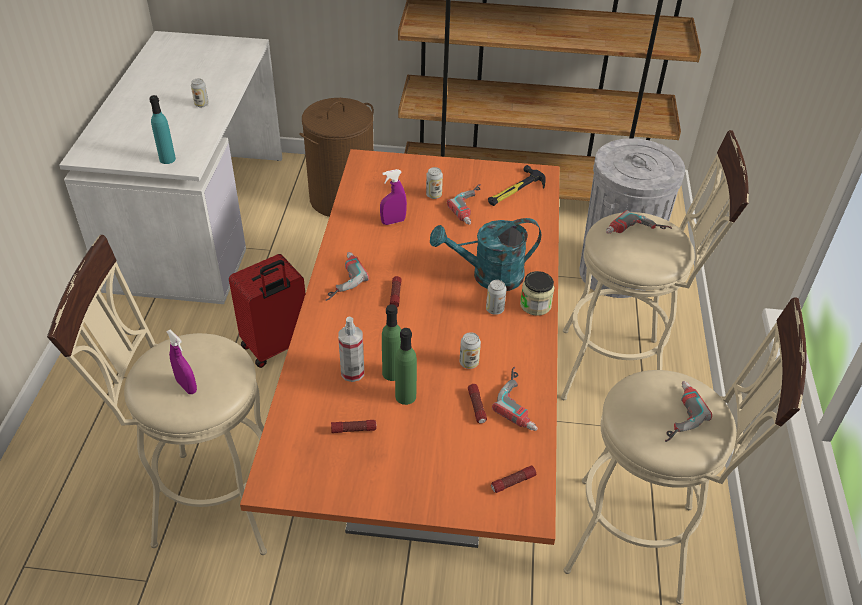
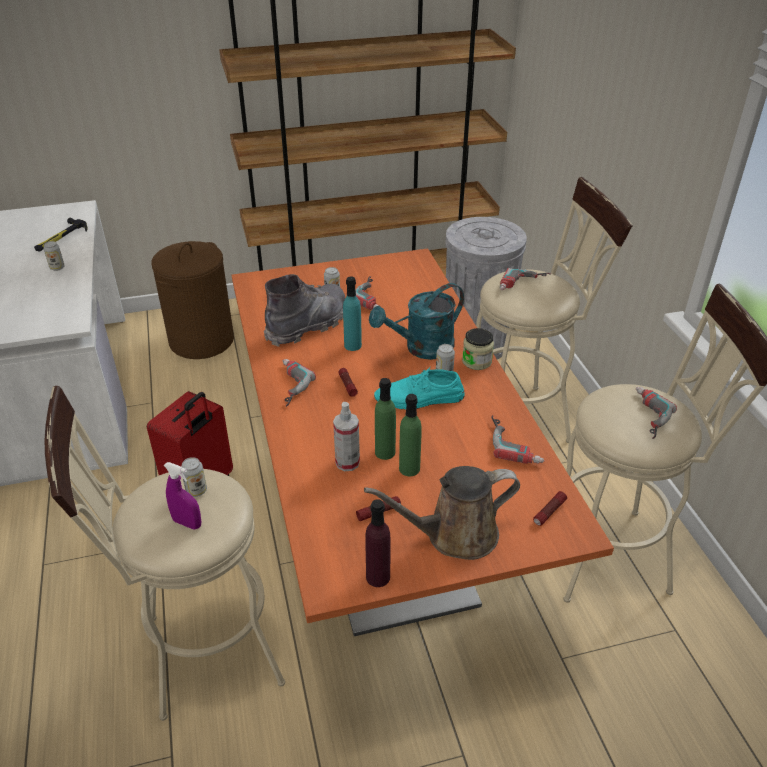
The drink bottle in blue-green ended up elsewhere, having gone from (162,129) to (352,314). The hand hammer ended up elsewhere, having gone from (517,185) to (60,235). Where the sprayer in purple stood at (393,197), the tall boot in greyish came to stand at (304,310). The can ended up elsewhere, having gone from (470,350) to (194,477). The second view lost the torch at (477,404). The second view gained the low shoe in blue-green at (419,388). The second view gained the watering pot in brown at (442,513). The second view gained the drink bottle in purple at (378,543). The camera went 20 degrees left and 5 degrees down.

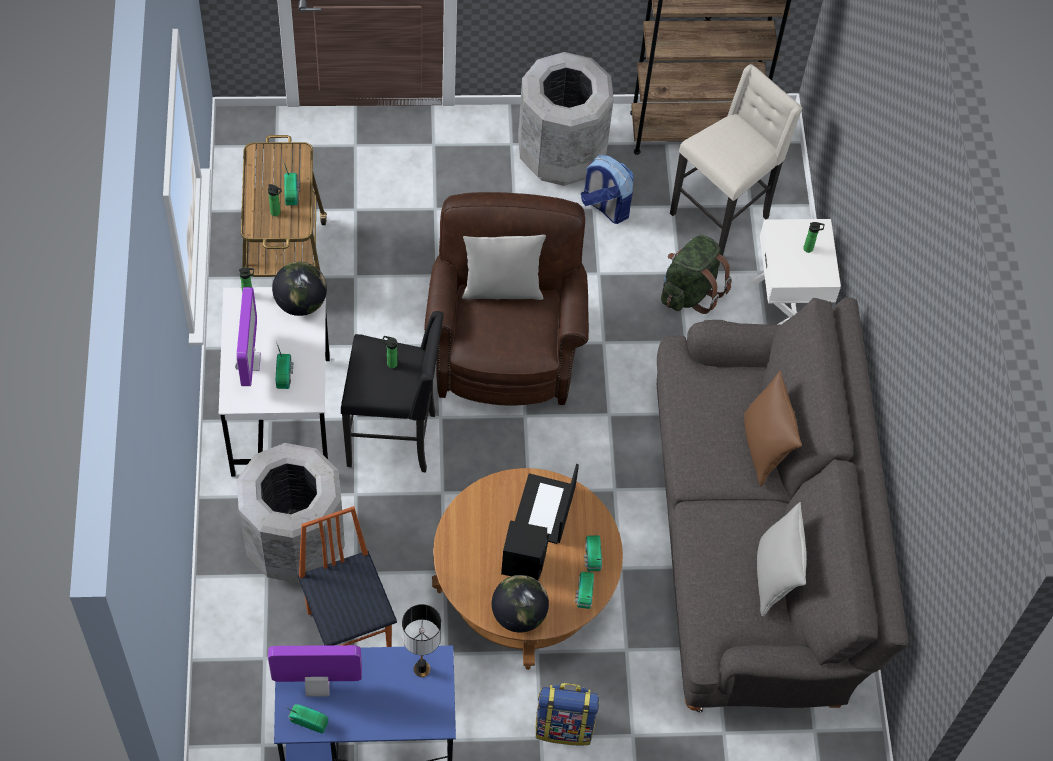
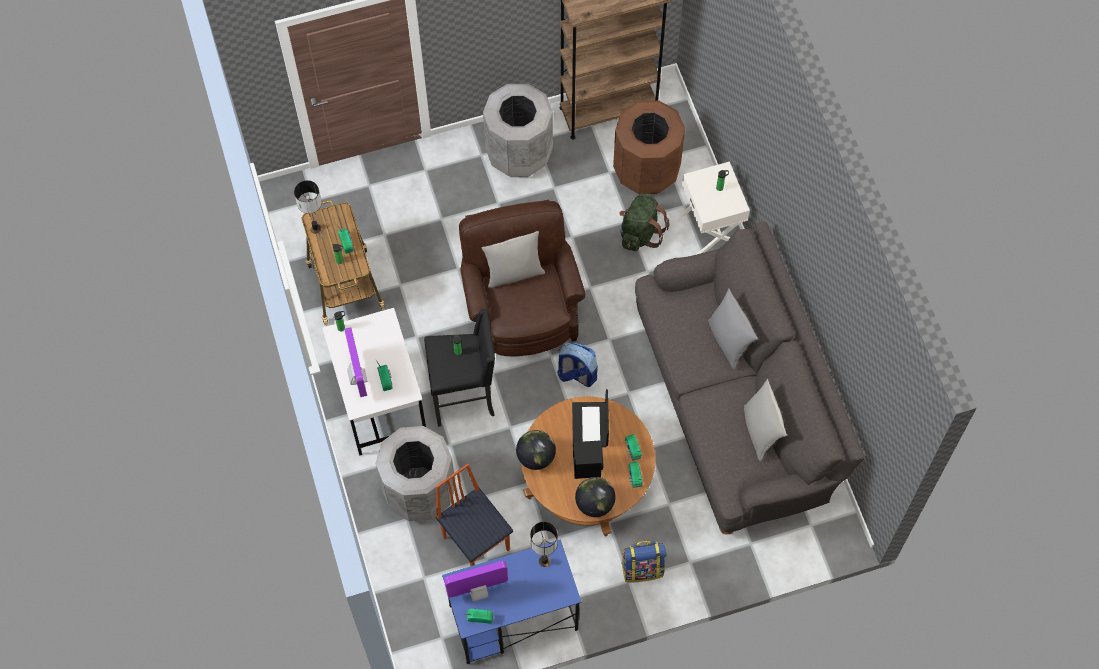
Where the stool seat in beige stood at (736,160), the trash can in brown came to stand at (649,147). The backpack ended up elsewhere, having gone from (607,189) to (577,365). The world globe ended up elsewhere, having gone from (299,289) to (536,450). What was the cushion in brown at (773,428) turned into the cushion in greyish at (733,329). The second view gained the lamp for a table at (308,207). The camera went 10 degrees left and 5 degrees up.

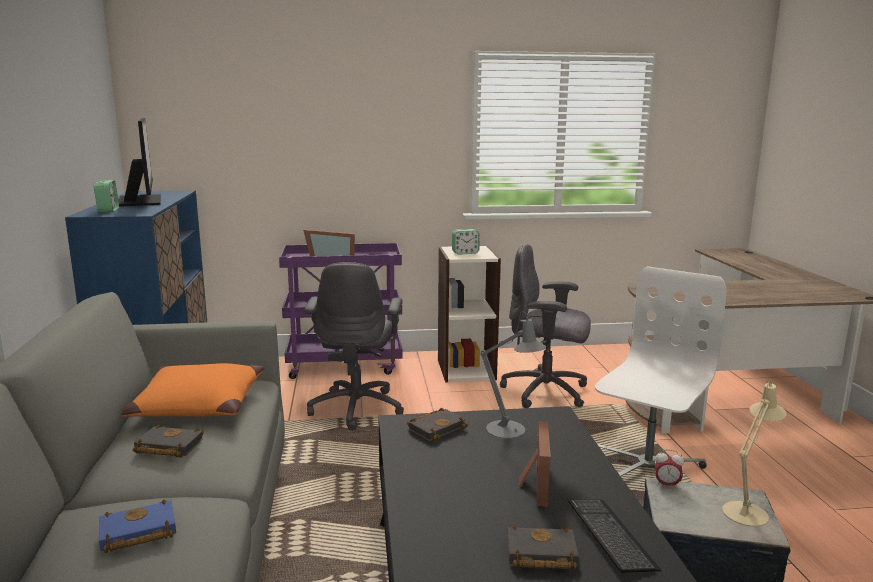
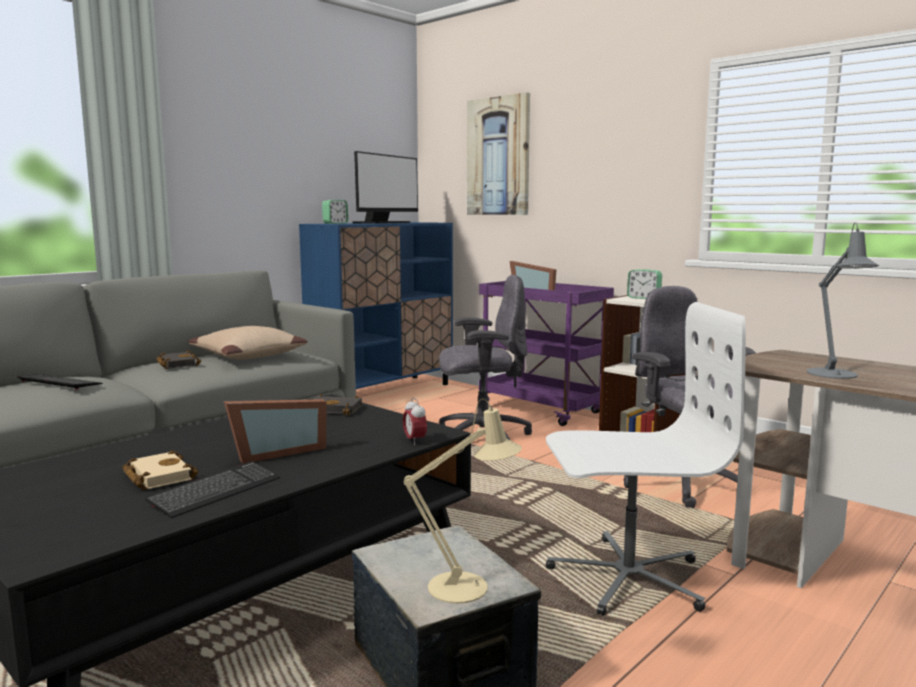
The desk chair in greyish at (354,346) ended up facing another way, 150 degrees counterclockwise from before. The lamp for a table in greyish ended up elsewhere, having gone from (513,375) to (842,301). What was the cushion in orange-coloured at (192,390) turned into the cushion in beige at (248,342). The bedside clock ended up elsewhere, having gone from (669,469) to (415,421). Where the book in blue-coloured stood at (137,526), the keyboard came to stand at (60,382). What was the book in black at (543,547) turned into the book in beige at (160,470). The second view gained the picture at (498,153). The camera went 50 degrees right and 5 degrees down.

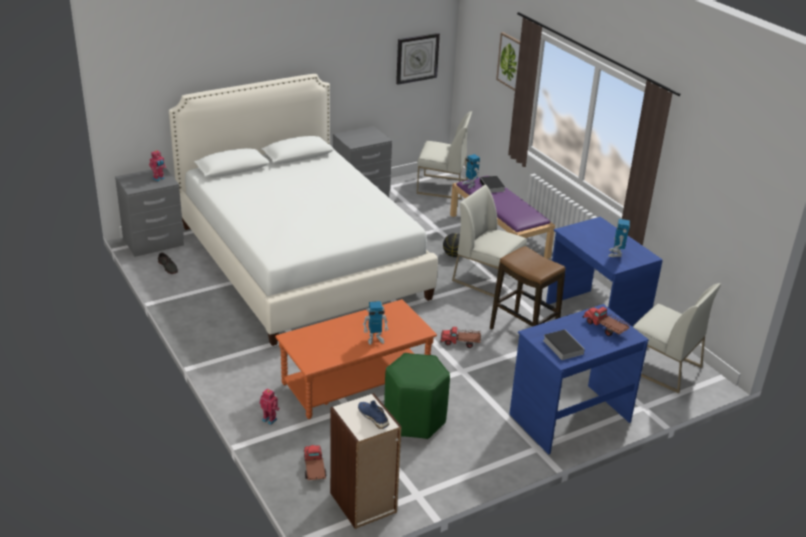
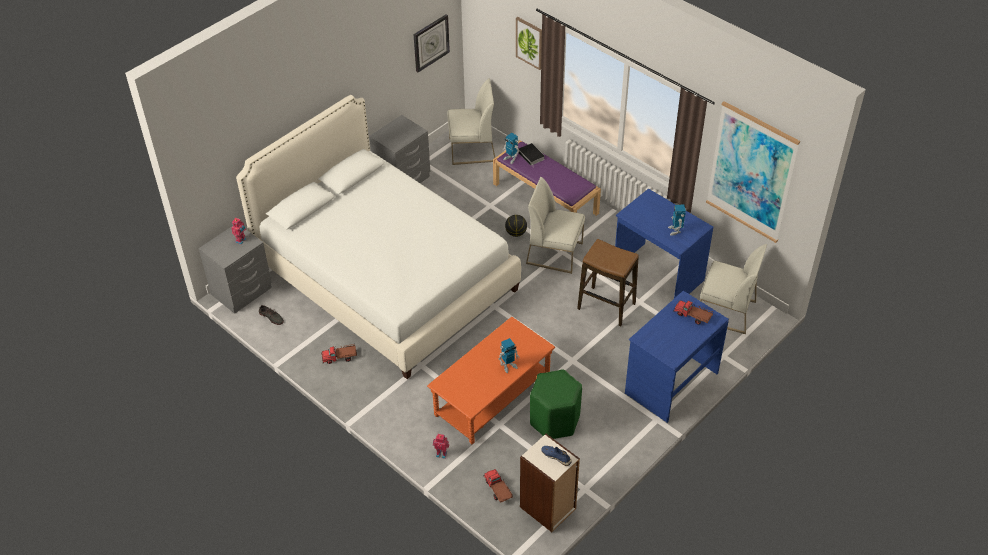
The toy truck ended up elsewhere, having gone from (461,337) to (339,354). The second view lost the book at (564,345). The second view gained the picture at (753,172). The camera went 15 degrees left and 15 degrees up.

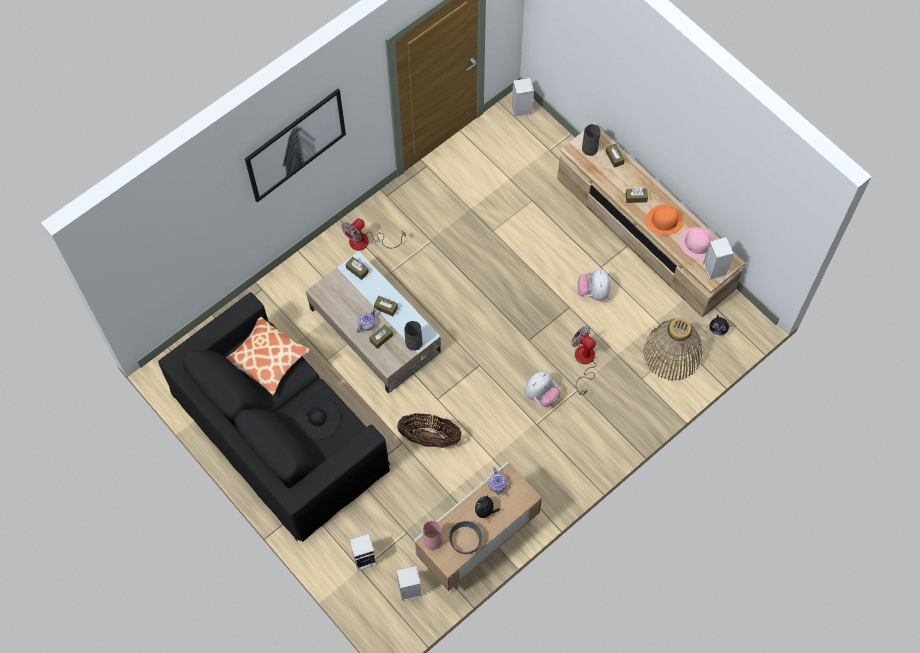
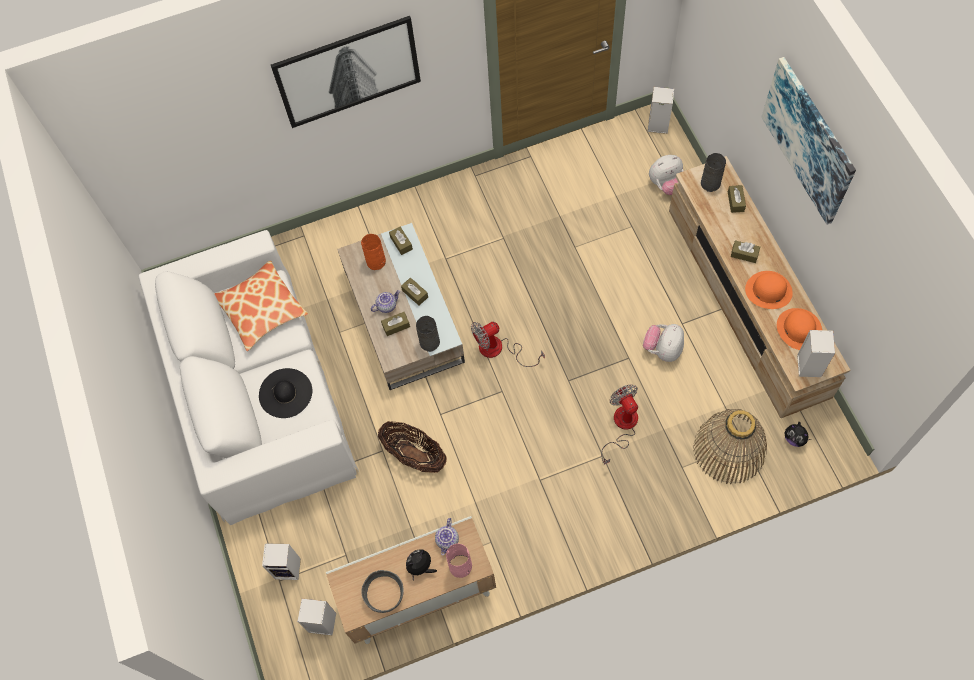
The electric fan ended up elsewhere, having gone from (374,234) to (508,344). What was the wearable hat in pink at (697,243) turned into the wearable hat in orange-coloured at (799,329). What was the settee in black at (274,417) turned into the settee in white-coloured at (249,377). The cuddly toy ended up elsewhere, having gone from (542,389) to (666,175). The vase in pink ended up elsewhere, having gone from (432,535) to (459,561). The second view gained the picture at (809,141). The second view gained the vase in orange-coloured at (373,252). The camera went 25 degrees right and 0 degrees up.

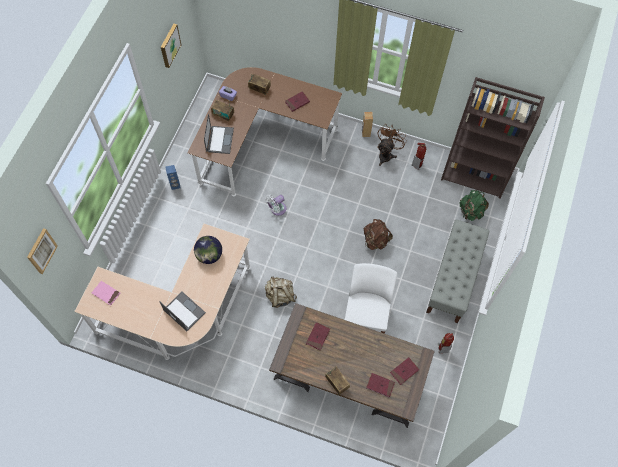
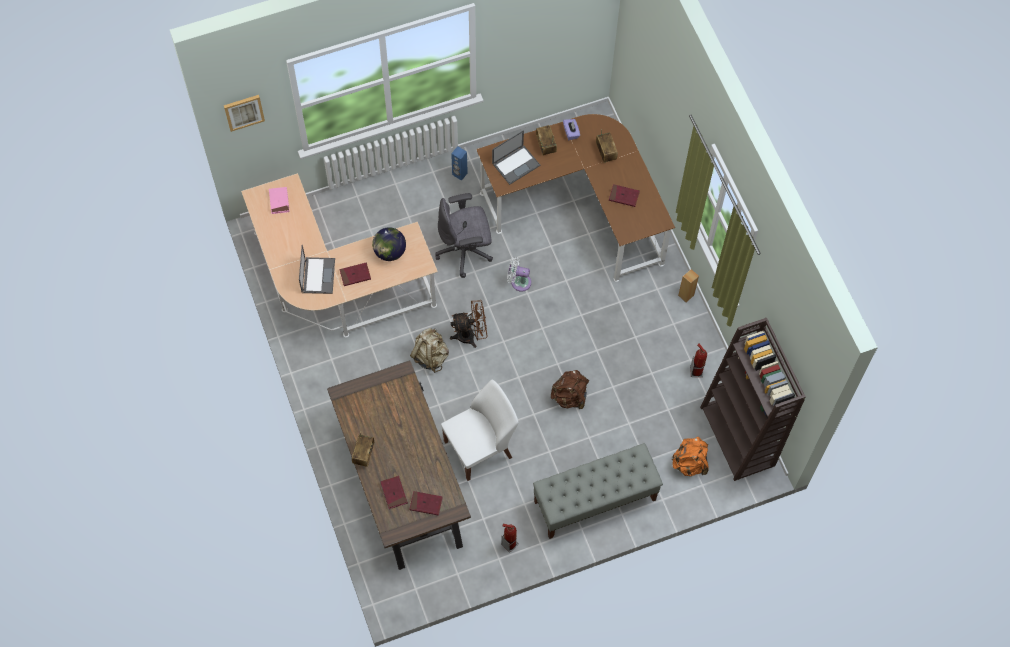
The second view lost the picture at (171,46). The electric fan in brown ended up elsewhere, having gone from (392,145) to (469,324). What was the backpack in green at (474,205) turned into the backpack in orange-coloured at (690,456). The book in red ended up elsewhere, having gone from (318,336) to (355,274). The second view gained the desk chair in greyish at (464,235). The camera went 50 degrees right and 0 degrees up.

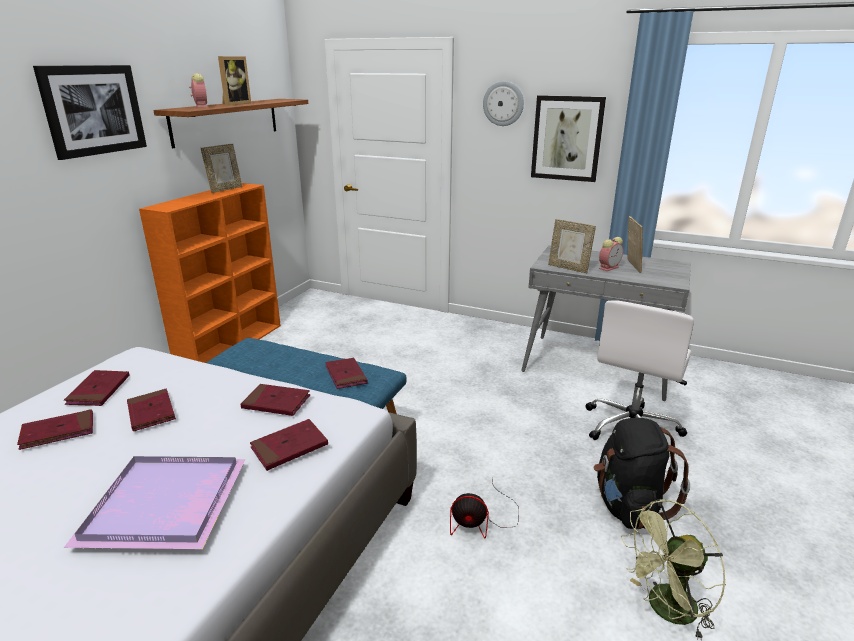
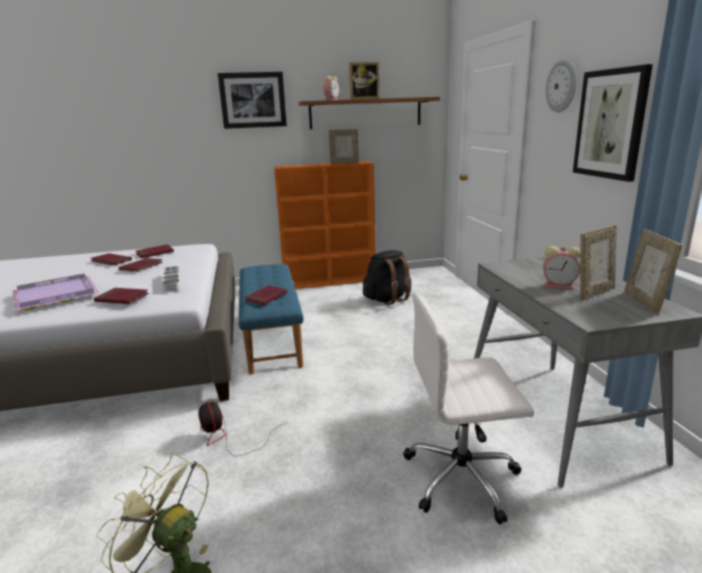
The photo frame ended up elsewhere, having gone from (572,246) to (653,272). Where the book in red stood at (275,400), the serving tray in white-coloured came to stand at (171,279). The backpack in black ended up elsewhere, having gone from (642,474) to (387,277). The camera went 55 degrees right and 5 degrees down.

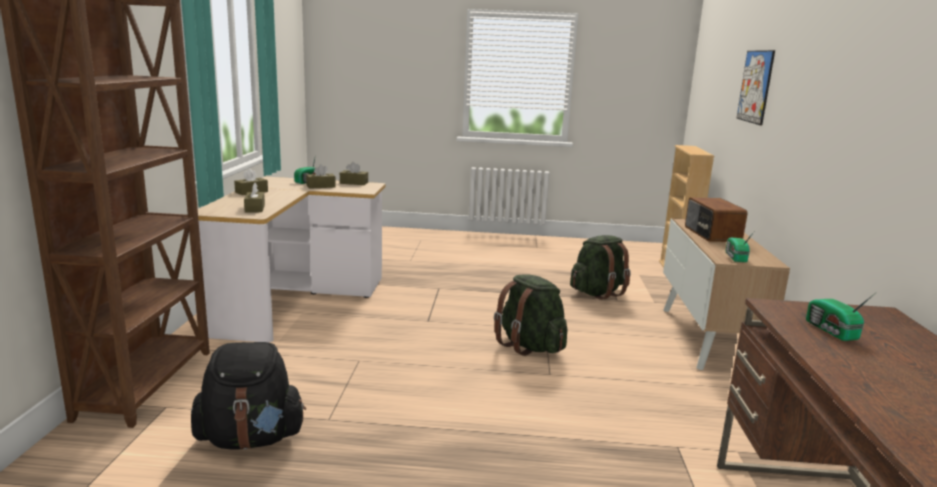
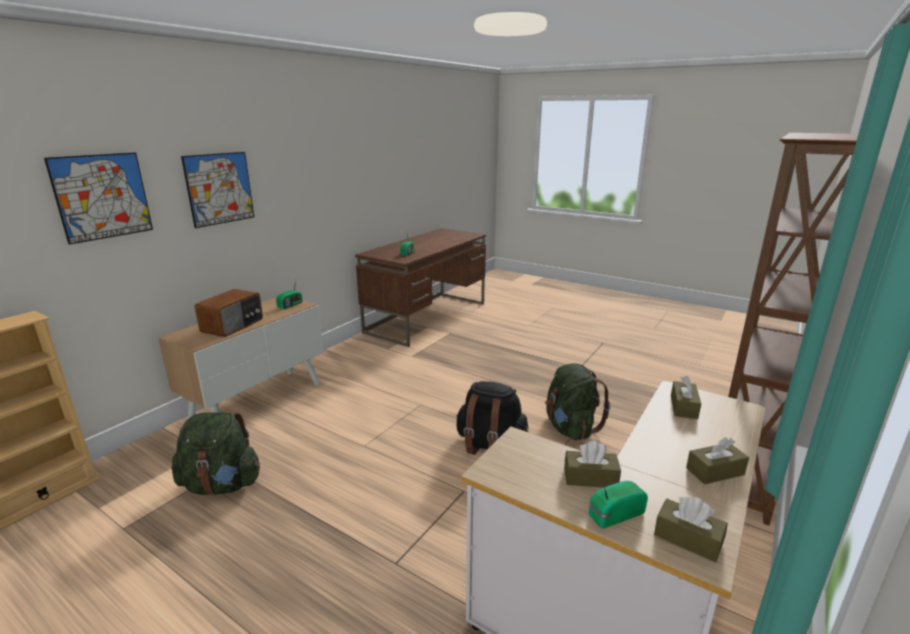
The tissue holder in brown ended up elsewhere, having gone from (354,173) to (691,529). The backpack in green ended up elsewhere, having gone from (530,315) to (577,401). The backpack in black ended up elsewhere, having gone from (248,395) to (492,418). The second view gained the picture at (217,190). The camera went 150 degrees left and 5 degrees up.

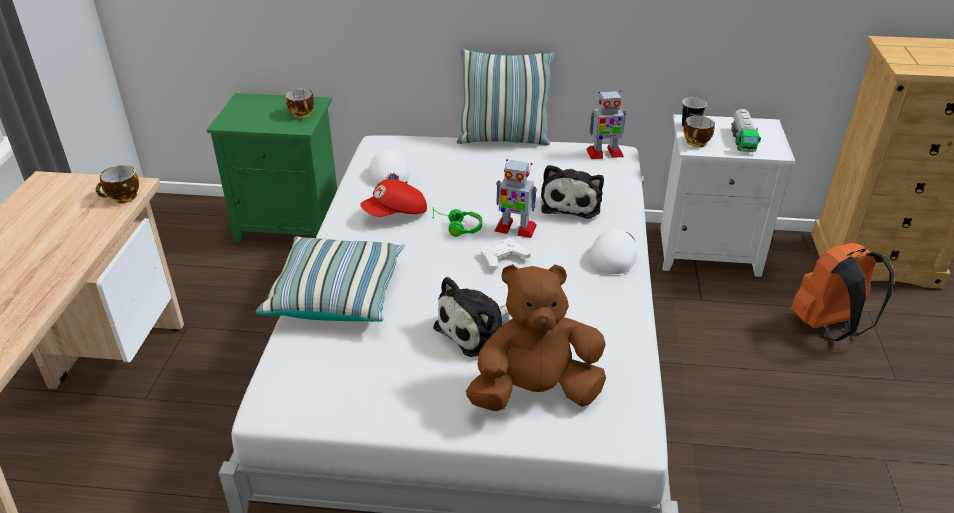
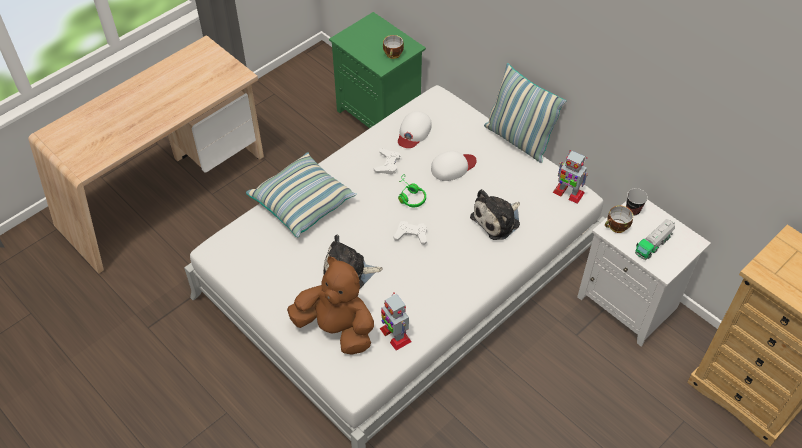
The toy robot ended up elsewhere, having gone from (515,198) to (396,321). The second view lost the cup at (117,184). Where the baseball cap in red stood at (393,198), the joypad in white-coloured came to stand at (387,161). The baseball cap in white-coloured ended up elsewhere, having gone from (613,251) to (454,166). The second view lost the backpack in orange-coloured at (843,292). The camera went 40 degrees right and 15 degrees up.

